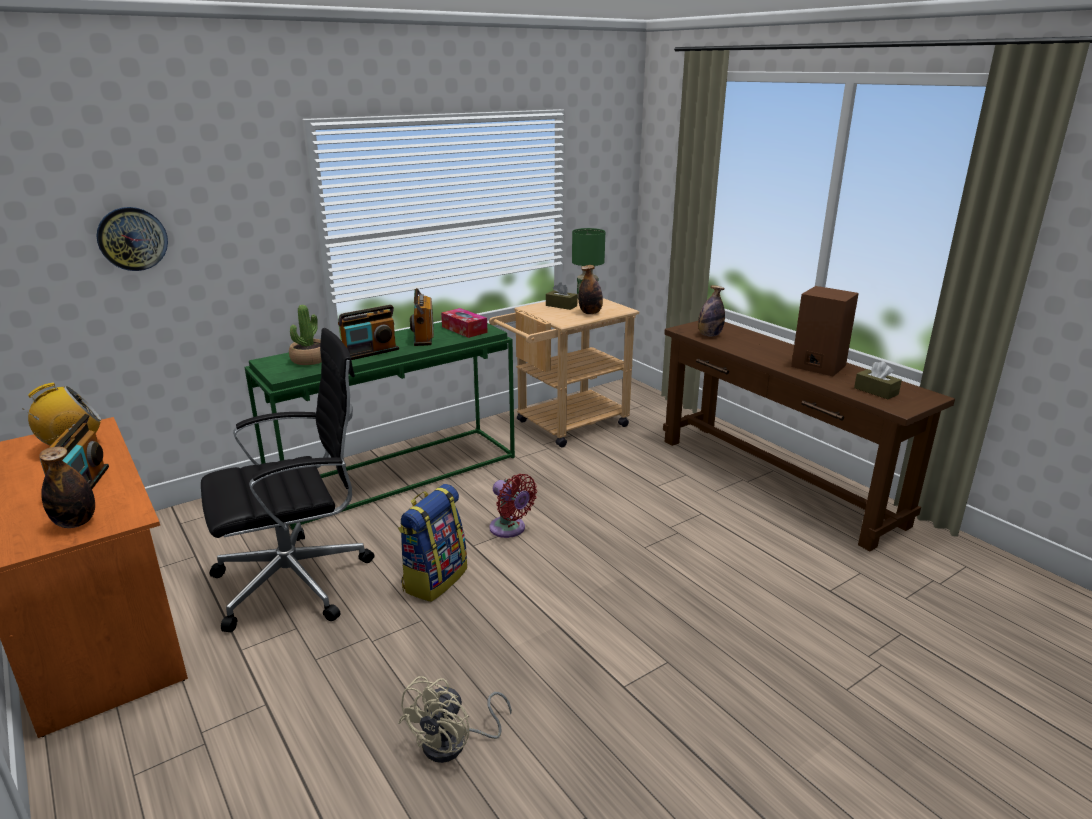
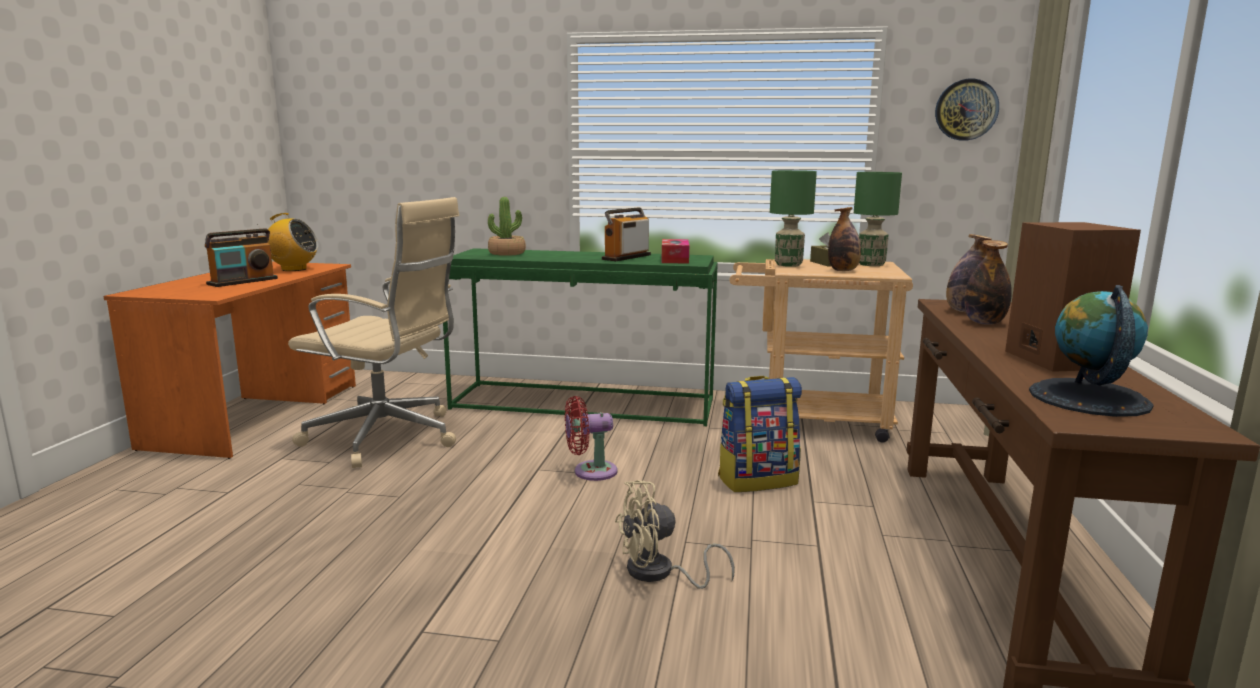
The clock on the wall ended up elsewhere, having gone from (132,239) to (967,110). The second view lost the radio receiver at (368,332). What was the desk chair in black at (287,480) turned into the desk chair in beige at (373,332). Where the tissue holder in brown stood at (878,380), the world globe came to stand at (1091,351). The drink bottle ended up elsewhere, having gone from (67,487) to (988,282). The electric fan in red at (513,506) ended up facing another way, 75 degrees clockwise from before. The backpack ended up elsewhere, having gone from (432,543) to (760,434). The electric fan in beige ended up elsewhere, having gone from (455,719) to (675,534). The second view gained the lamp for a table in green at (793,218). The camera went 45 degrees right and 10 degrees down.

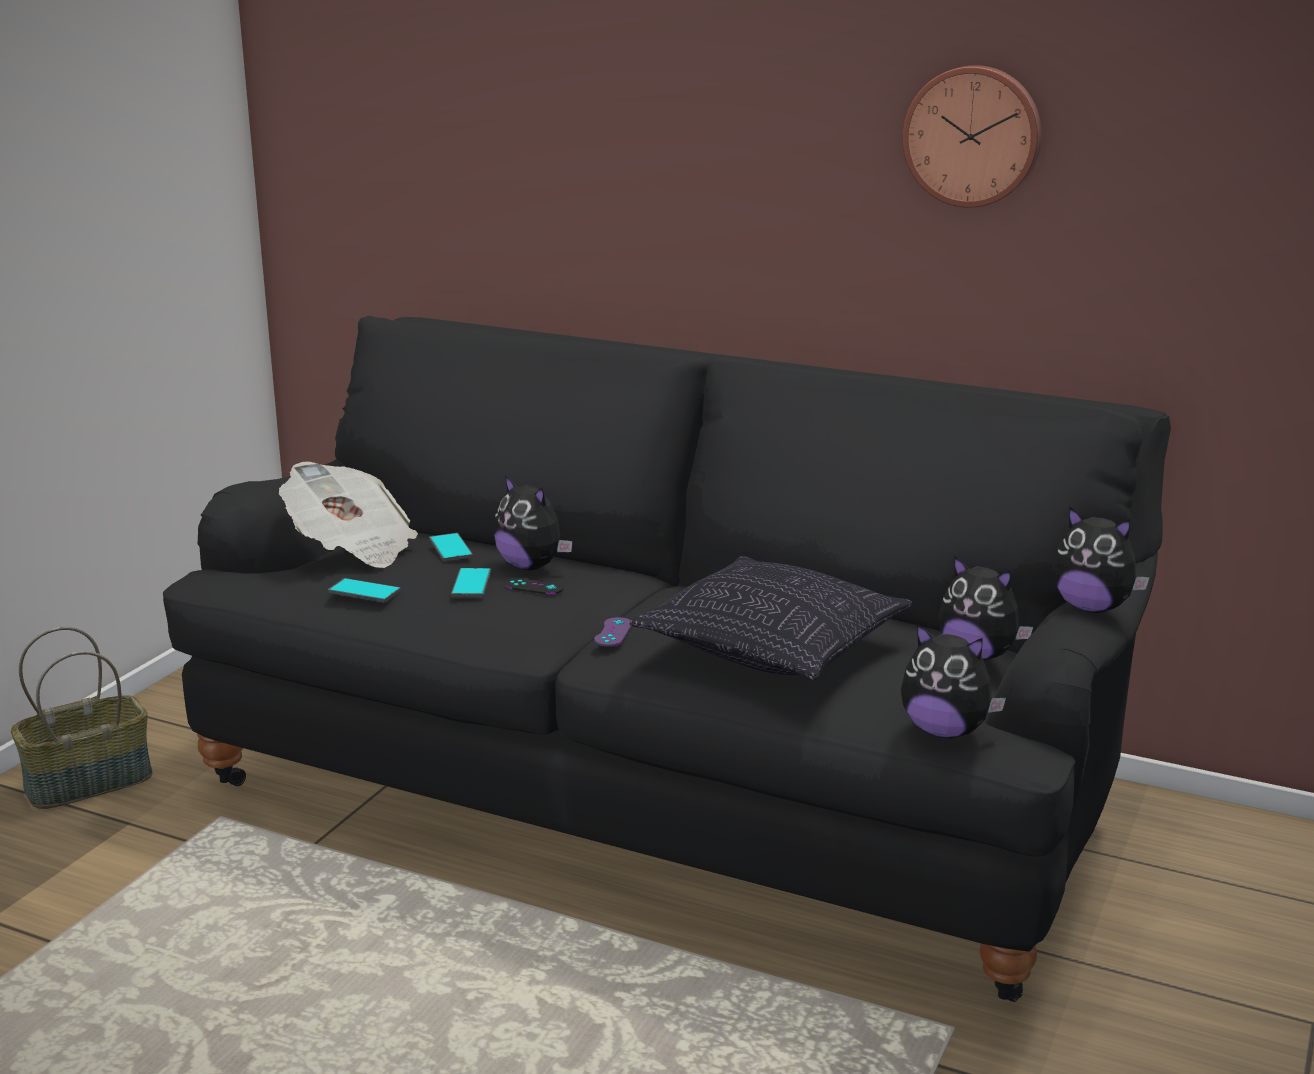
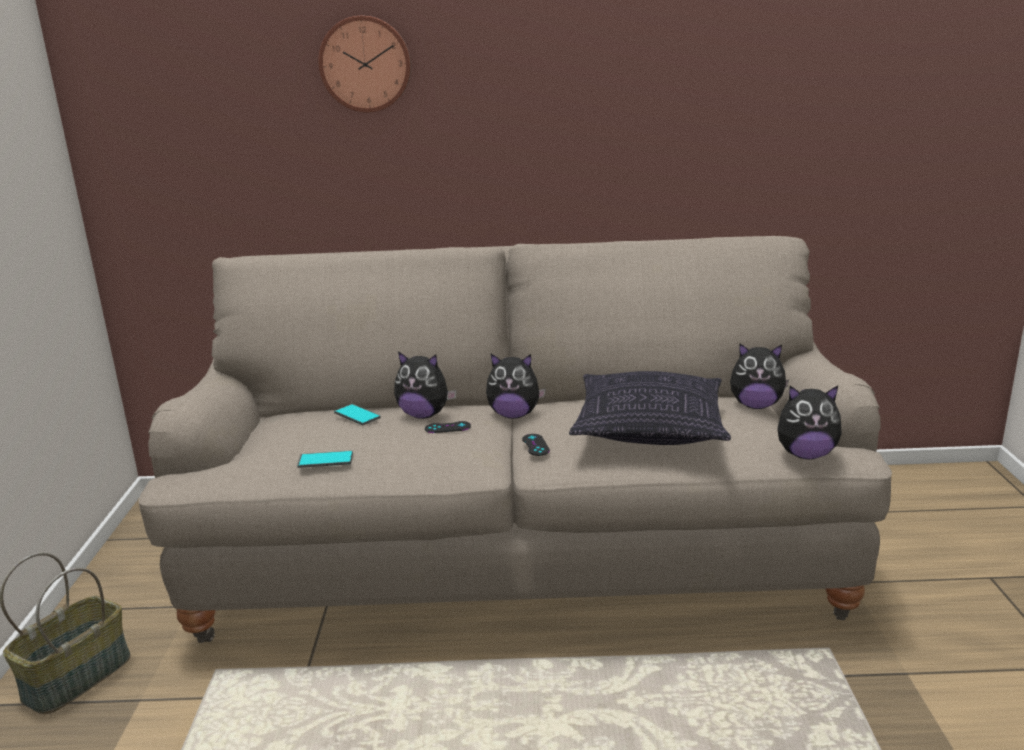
The clock on the wall ended up elsewhere, having gone from (972,136) to (364,64). What was the settee in black at (667,659) turned into the settee in beige at (515,439). The second view lost the daily paper at (348,514). The cuddly toy ended up elsewhere, having gone from (1101,559) to (516,386). The second view lost the telephone at (471,582). What was the joypad in purple at (612,632) turned into the joypad in black at (536,445). The camera went 25 degrees left and 0 degrees up.

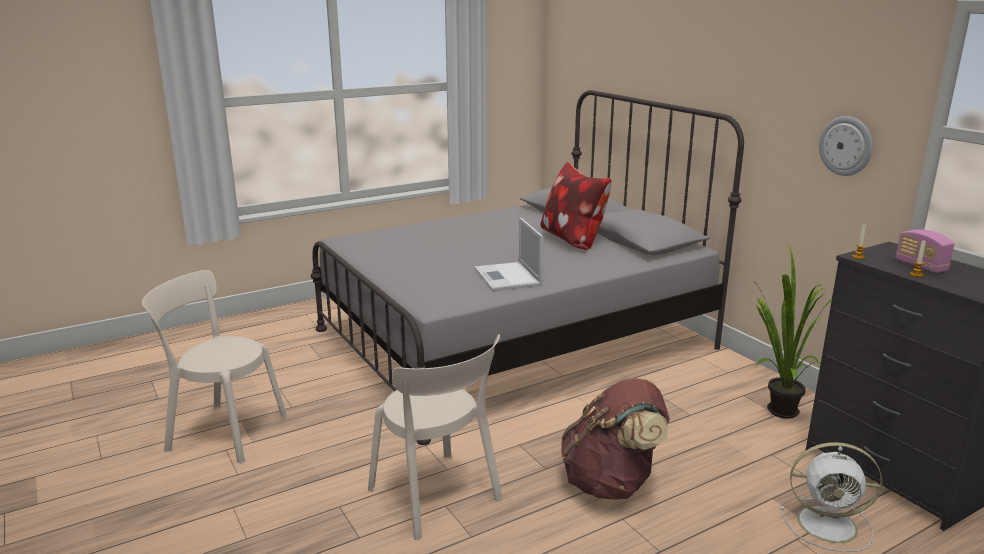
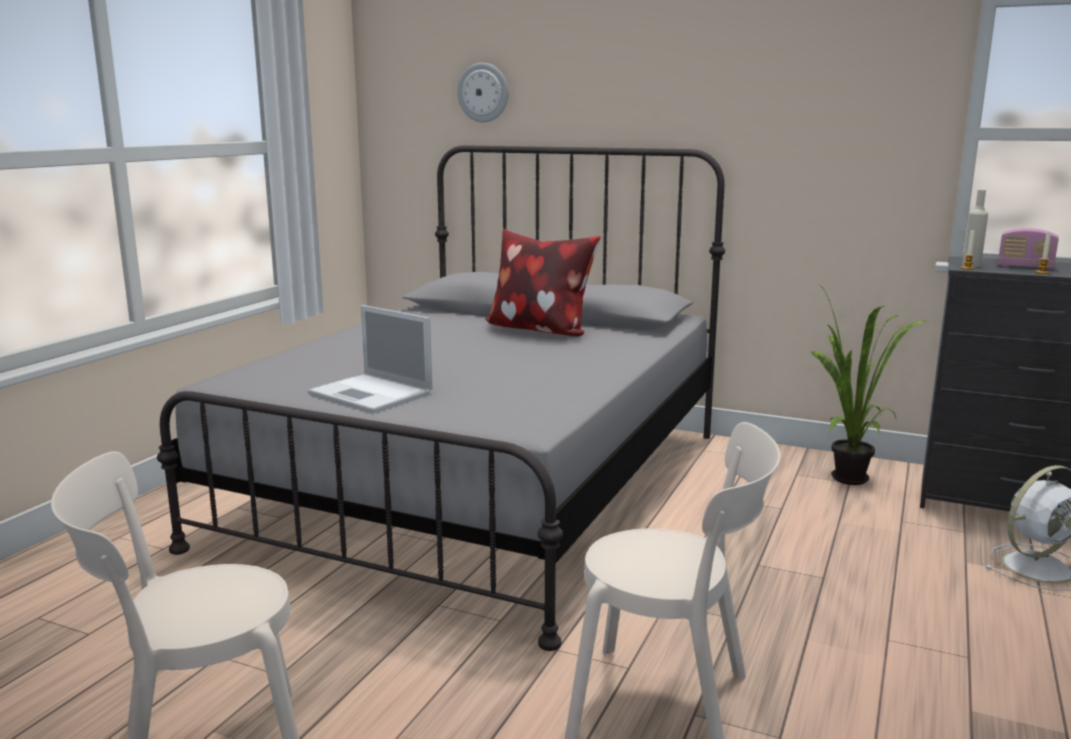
The clock on the wall ended up elsewhere, having gone from (846,146) to (482,92). The notebook computer ended up elsewhere, having gone from (509,254) to (370,359). The second view lost the backpack in brown at (615,439). The second view gained the drink bottle in beige at (975,228). The camera went 35 degrees left and 5 degrees down.

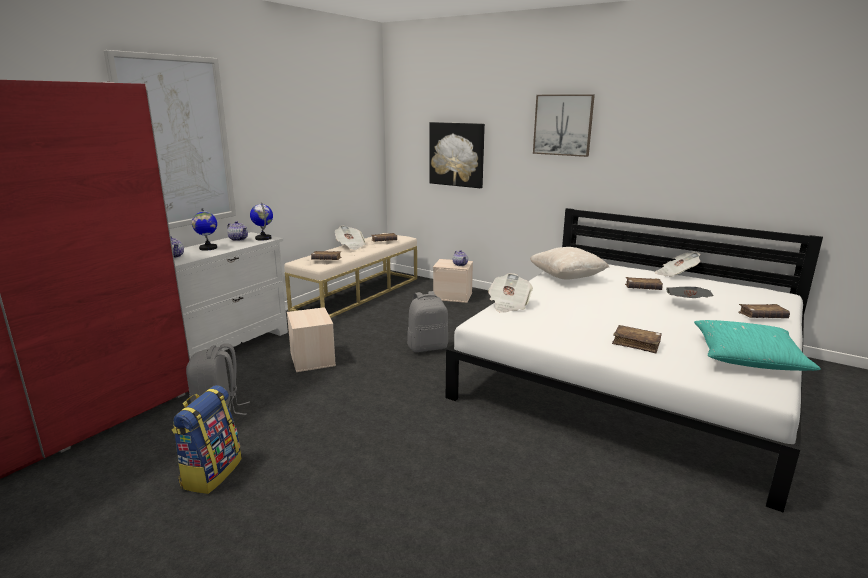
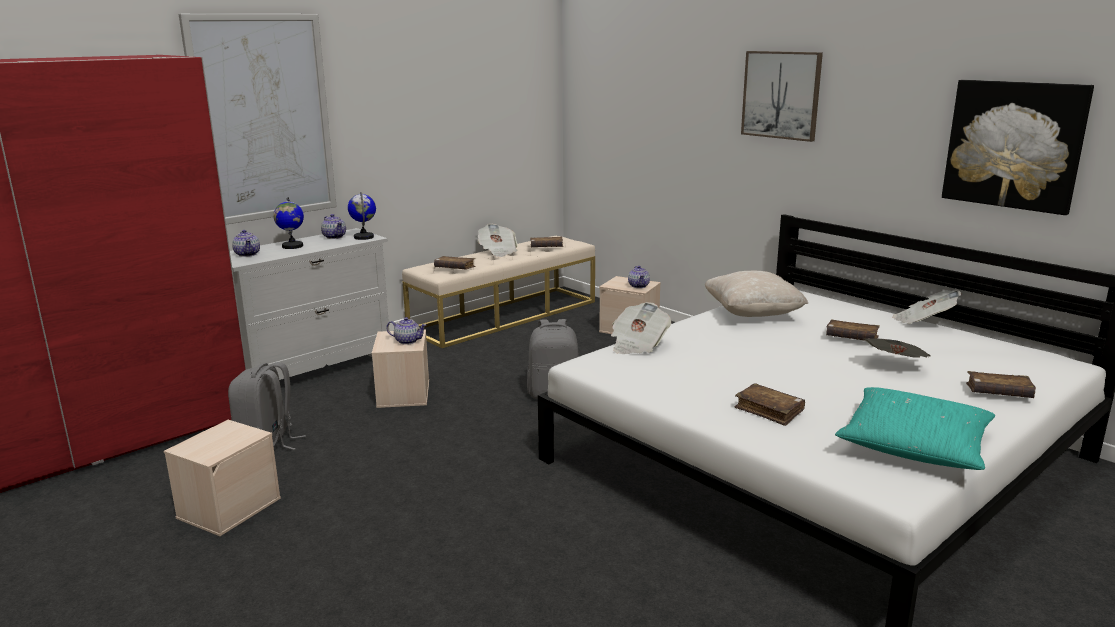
The picture ended up elsewhere, having gone from (457,155) to (1018,147). Where the backpack stood at (206,439), the storage bin in beige came to stand at (222,478). The second view gained the tea pot at (407,331). The camera went 15 degrees right and 0 degrees up.

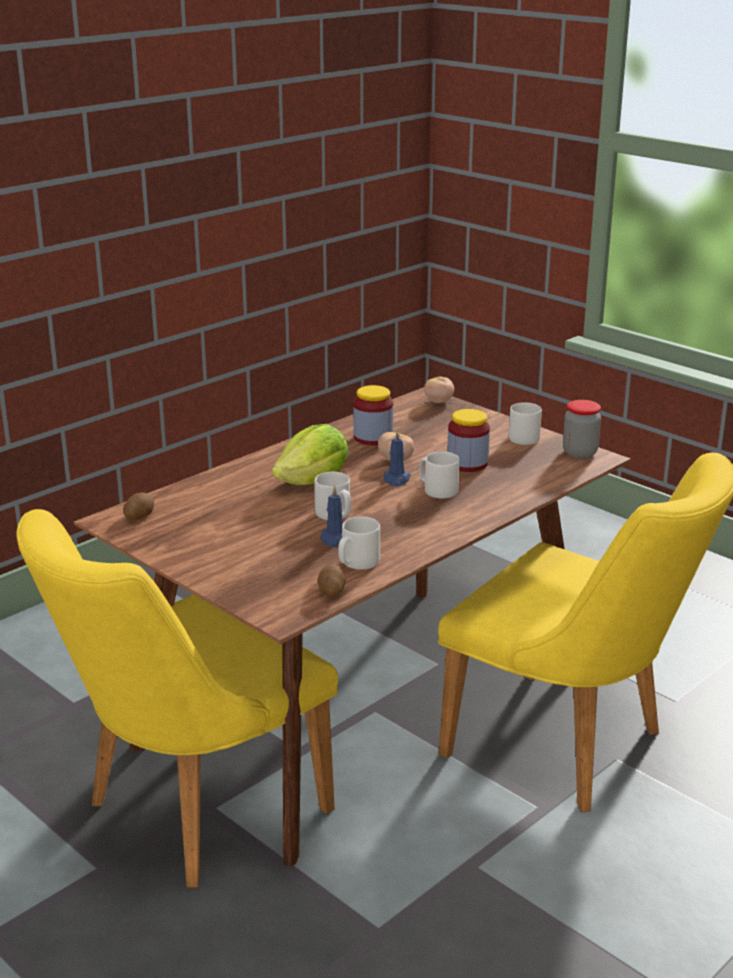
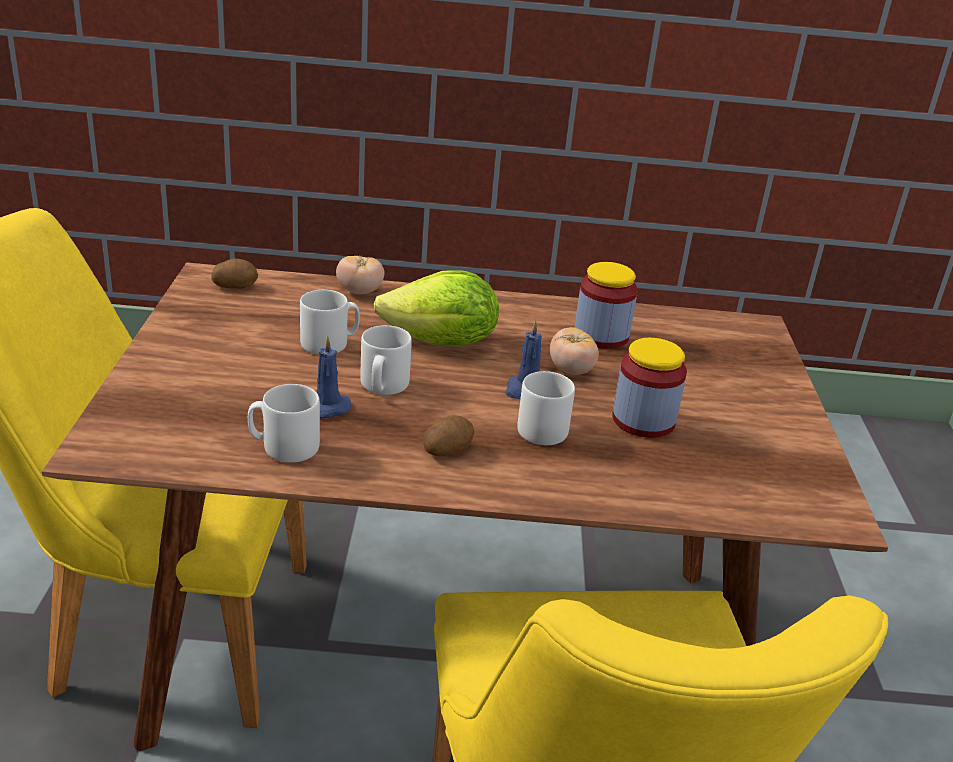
The fresh tomato ended up elsewhere, having gone from (439,390) to (360,274). The second view lost the preserve jar at (582,429). The mug in greyish ended up elsewhere, having gone from (525,423) to (330,322). The potato ended up elsewhere, having gone from (331,580) to (449,435). The camera went 45 degrees right and 5 degrees up.

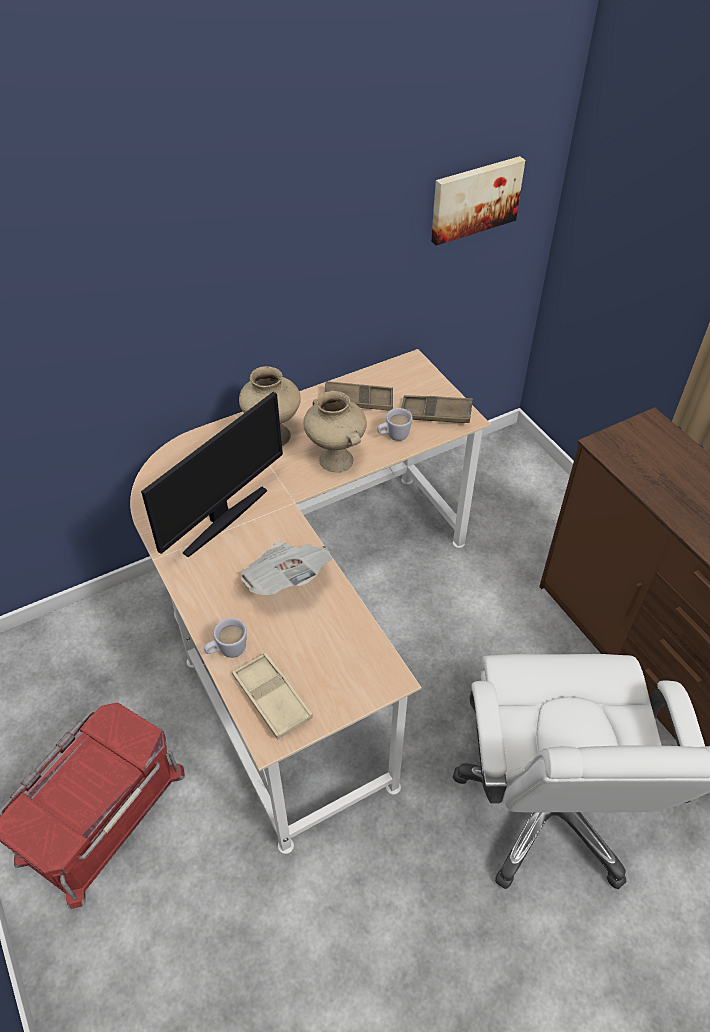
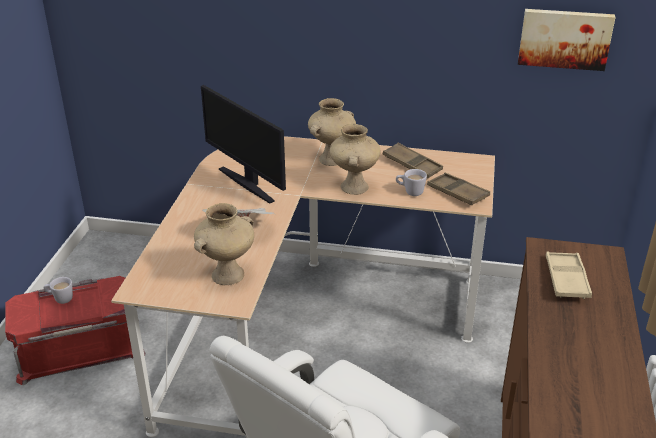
The computer screen at (212,474) ended up facing another way, 60 degrees clockwise from before. The mug in white-coloured ended up elsewhere, having gone from (225,638) to (58,290). The serving tray in beige ended up elsewhere, having gone from (272,696) to (569,275). The second view gained the vase in beige at (224,244). The camera went 40 degrees right and 15 degrees down.

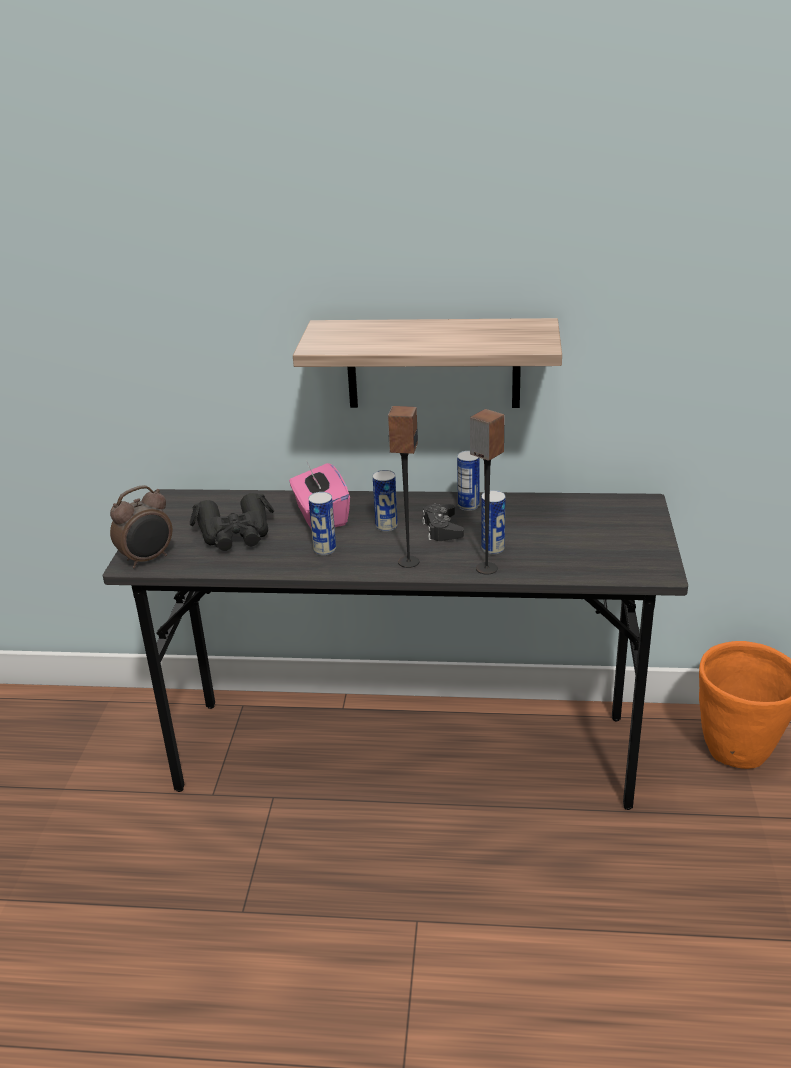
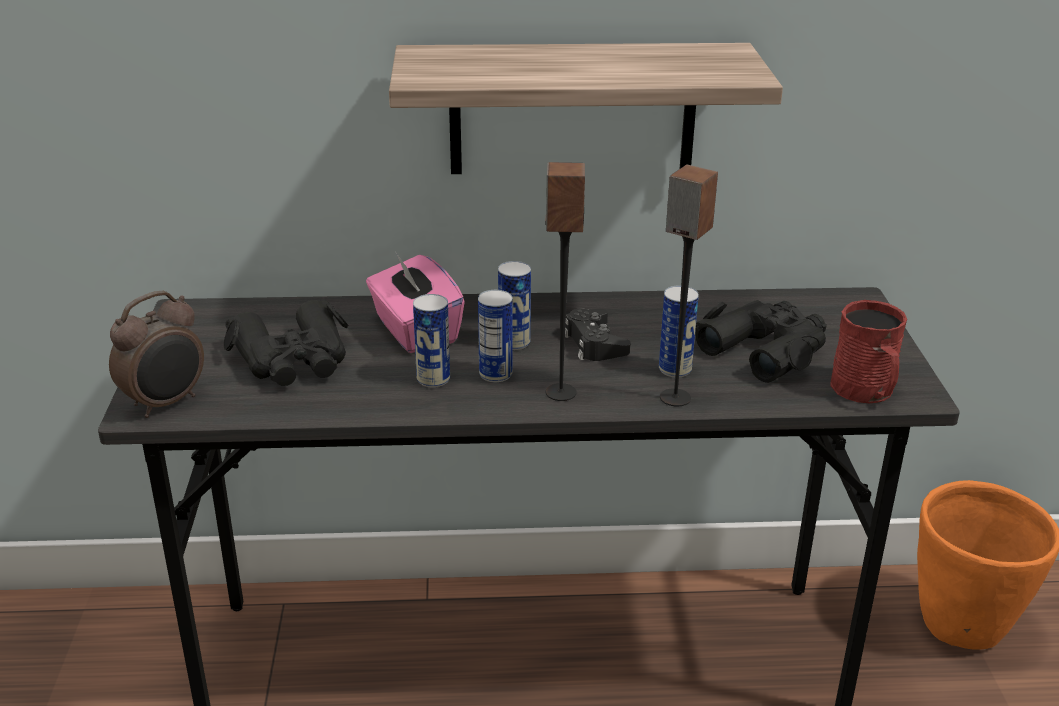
The can ended up elsewhere, having gone from (468,481) to (495,336). The second view gained the pair of binoculars in black at (761,341). The second view gained the mug in red at (868,351). The camera went 10 degrees left and 0 degrees up.

